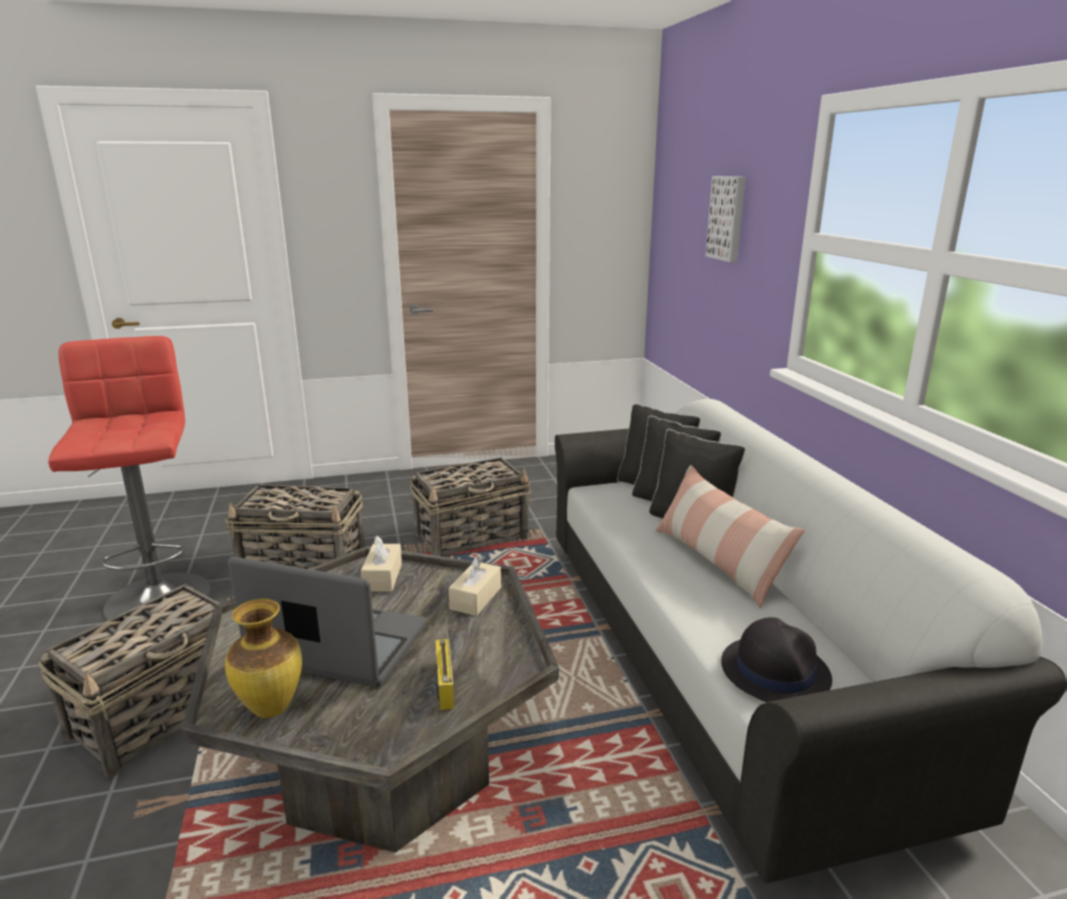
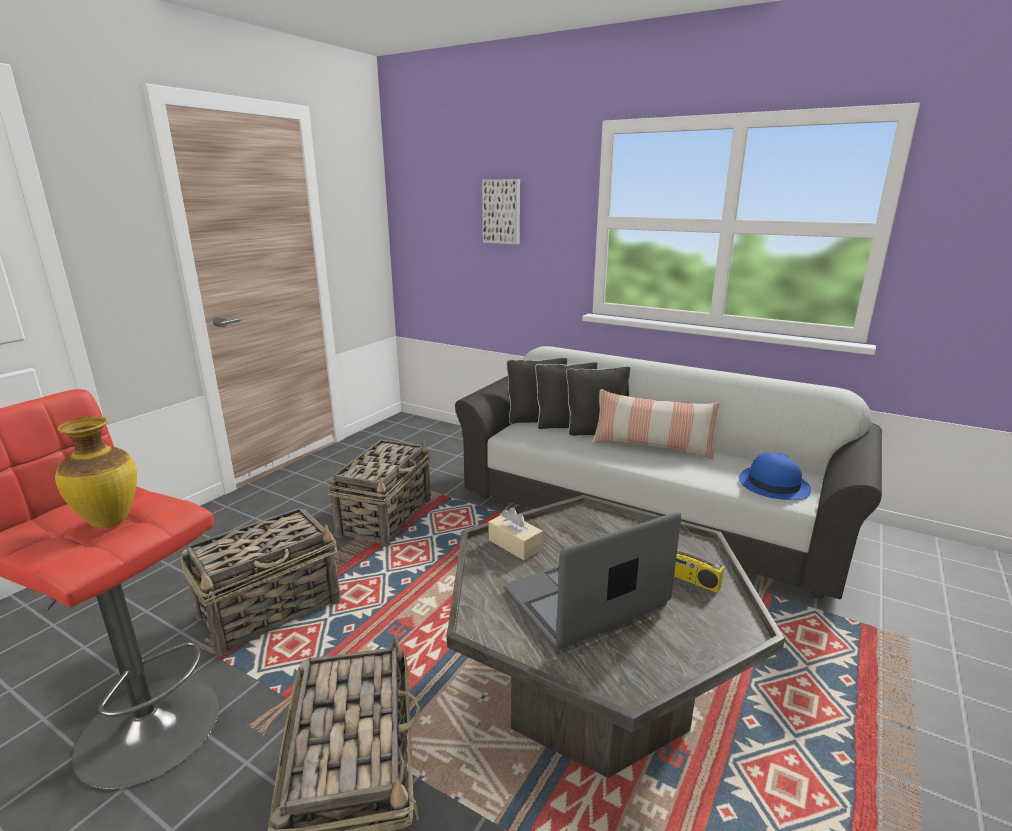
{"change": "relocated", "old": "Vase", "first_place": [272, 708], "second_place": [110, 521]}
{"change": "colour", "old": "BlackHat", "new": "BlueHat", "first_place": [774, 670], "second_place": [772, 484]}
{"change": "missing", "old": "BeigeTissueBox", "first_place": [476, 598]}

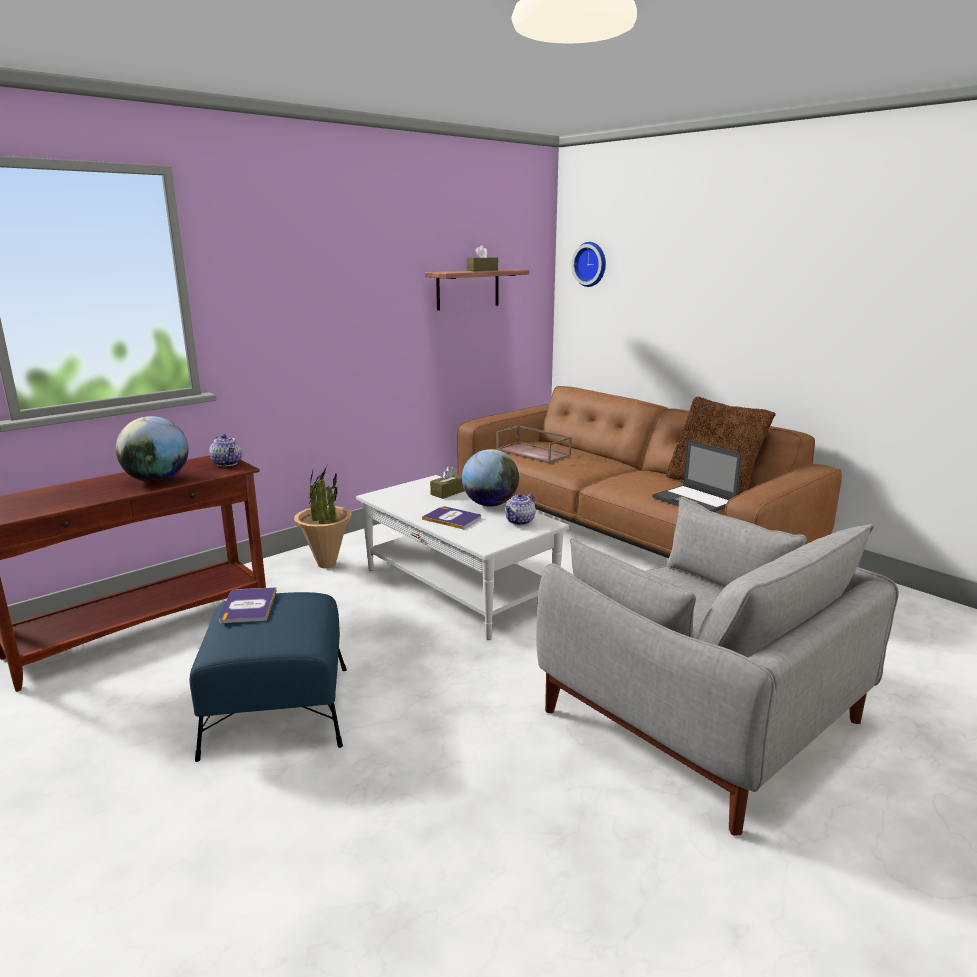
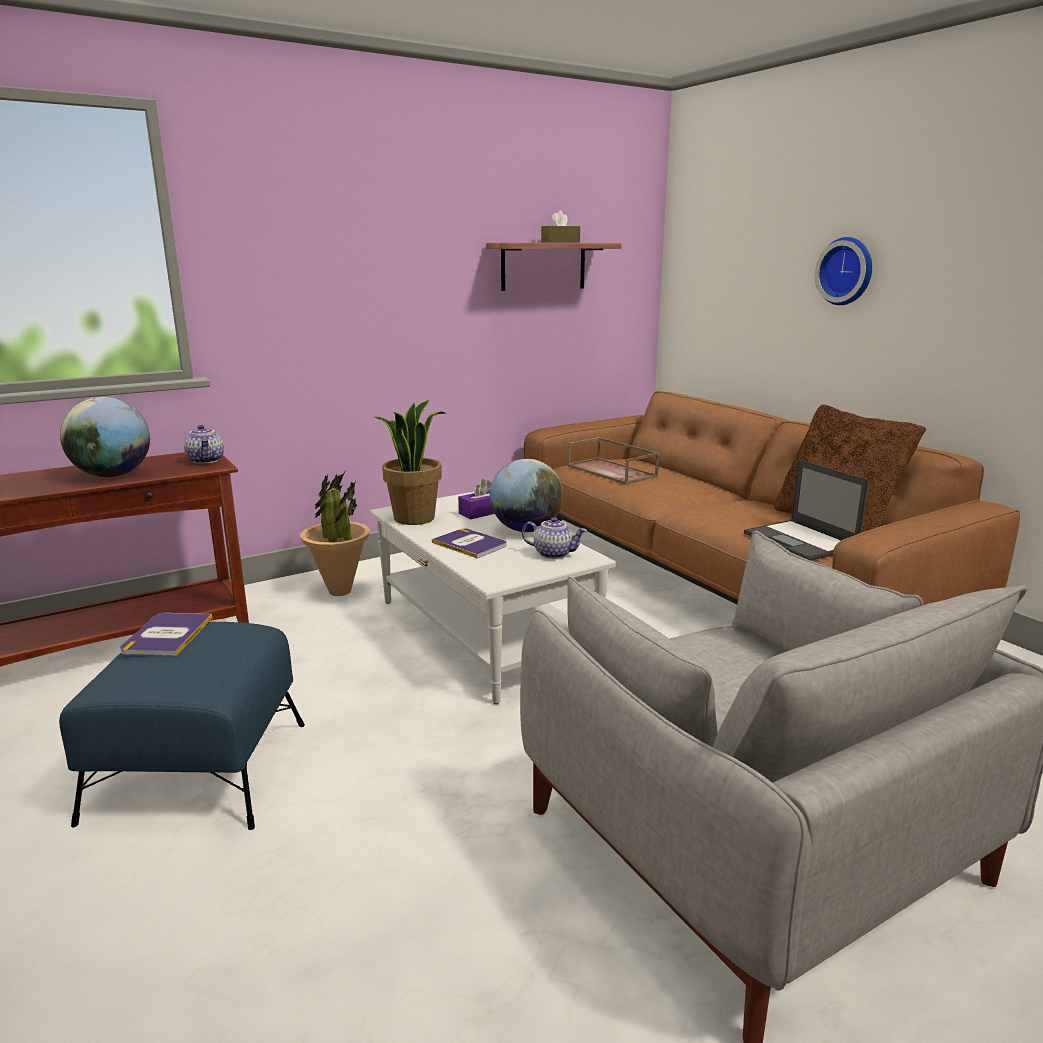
{"change": "appeared", "new": "PottedPlant", "second_place": [414, 518]}
{"change": "colour", "old": "BrownTissueBox", "new": "PurpleTissueBox", "first_place": [448, 492], "second_place": [481, 512]}
{"change": "spun", "old": "Teapot", "first_place": [520, 522], "second_place": [554, 553], "degrees": -120}
{"change": "relocated", "old": "WallClock", "first_place": [591, 264], "second_place": [846, 271]}

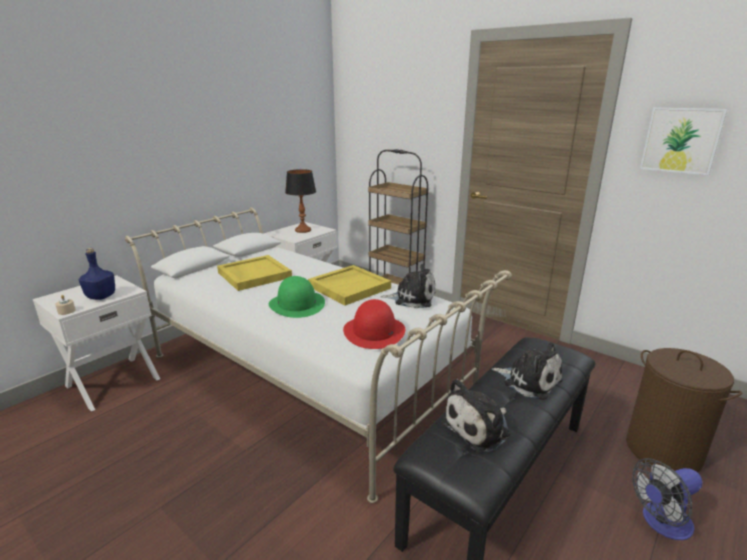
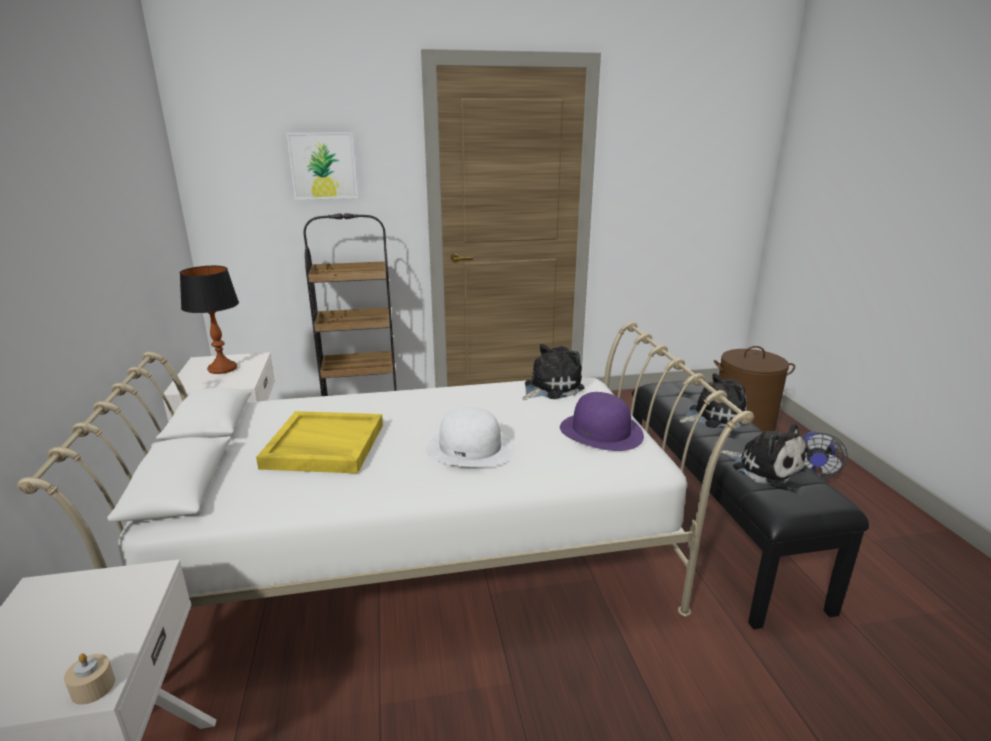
{"change": "relocated", "old": "Picture", "first_place": [681, 140], "second_place": [323, 166]}
{"change": "colour", "old": "GreenHat", "new": "WhiteHat", "first_place": [297, 304], "second_place": [470, 448]}
{"change": "colour", "old": "RedHat", "new": "PurpleHat", "first_place": [374, 331], "second_place": [601, 431]}
{"change": "spun", "old": "PlushToy", "first_place": [479, 428], "second_place": [764, 467], "degrees": -45}
{"change": "missing", "old": "BlueBottle", "first_place": [101, 297]}
{"change": "missing", "old": "YellowTray", "first_place": [349, 287]}

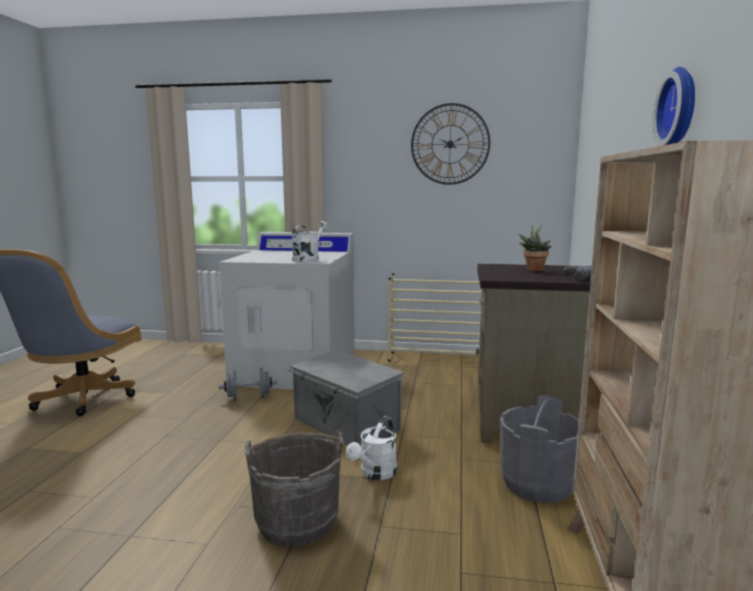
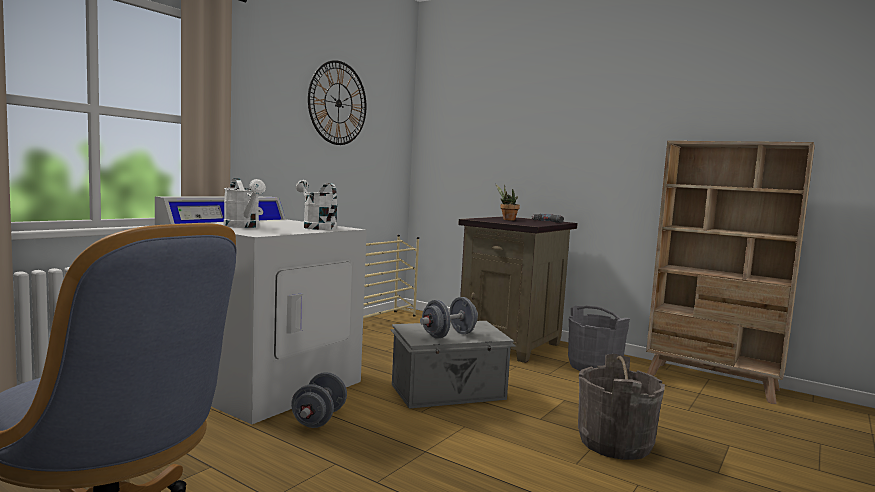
{"change": "relocated", "old": "WhiteWateringCan", "first_place": [375, 474], "second_place": [244, 226]}
{"change": "appeared", "new": "GreyDumbbell", "second_place": [448, 335]}
{"change": "missing", "old": "WallClock", "first_place": [681, 108]}

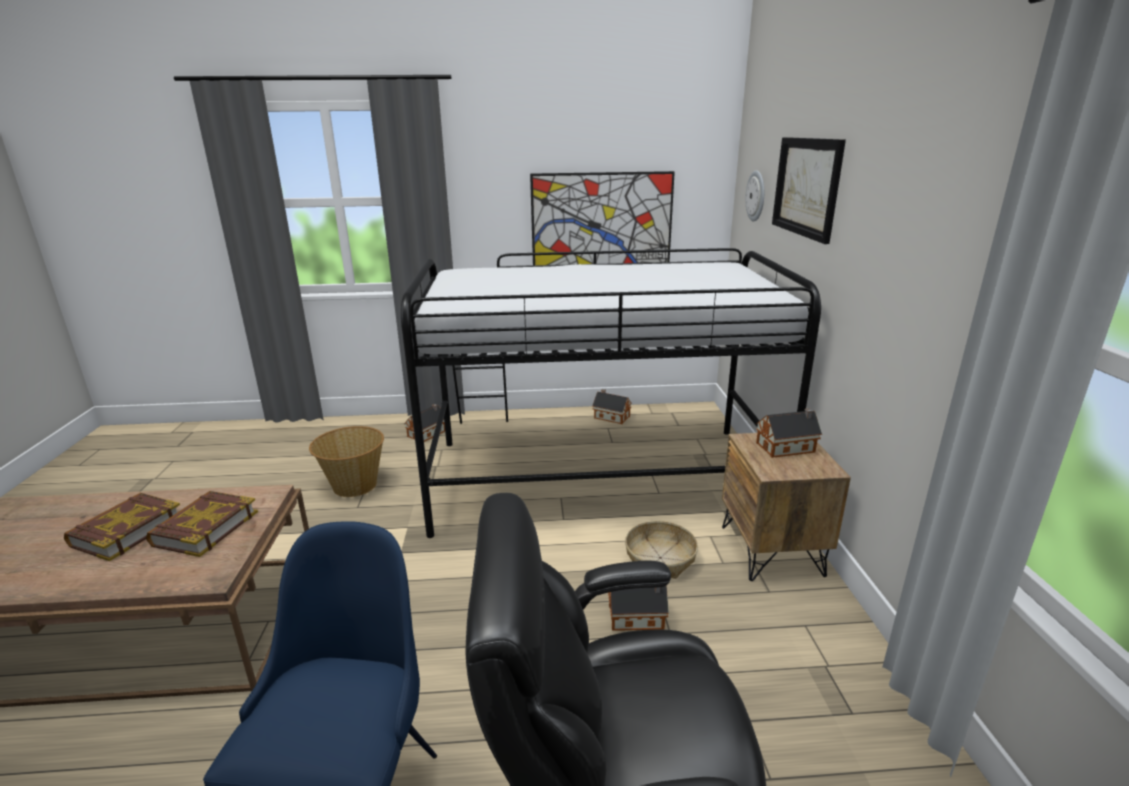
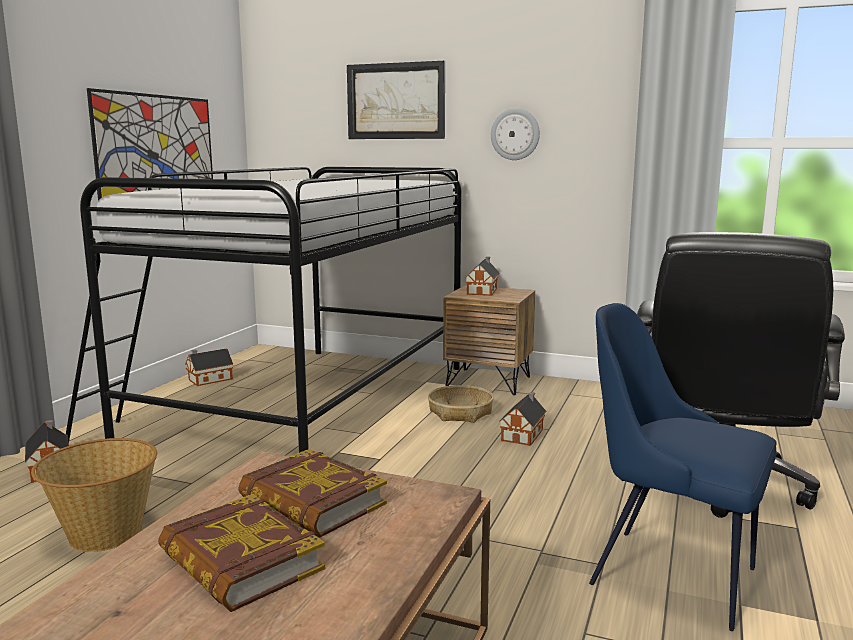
{"change": "relocated", "old": "WallClock", "first_place": [756, 196], "second_place": [515, 134]}

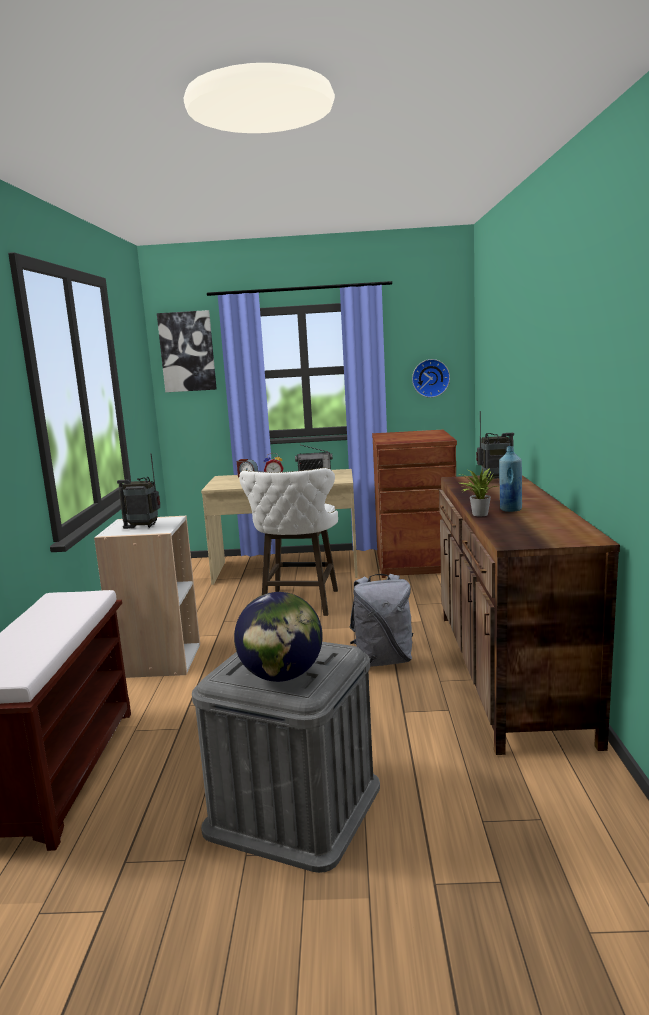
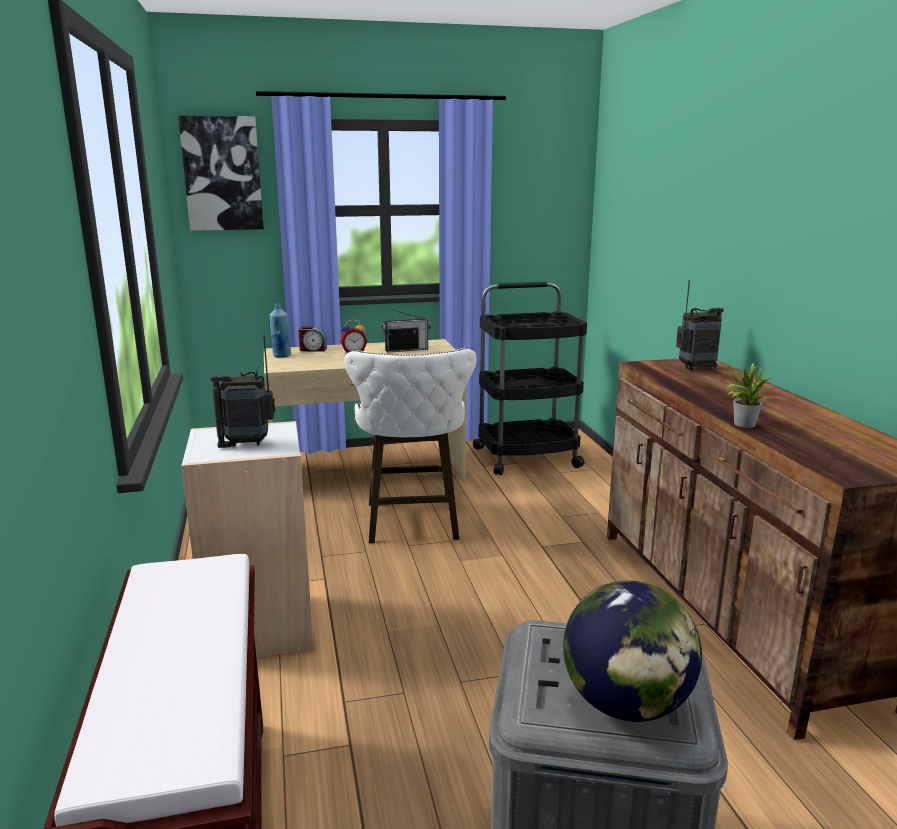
{"change": "relocated", "old": "BlueBottle", "first_place": [510, 509], "second_place": [281, 355]}
{"change": "exchanged", "old": "BrownDresser", "new": "BlackCart", "first_place": [416, 563], "second_place": [527, 458]}
{"change": "missing", "old": "GreyBackpack", "first_place": [383, 660]}
{"change": "missing", "old": "WallClock", "first_place": [430, 378]}

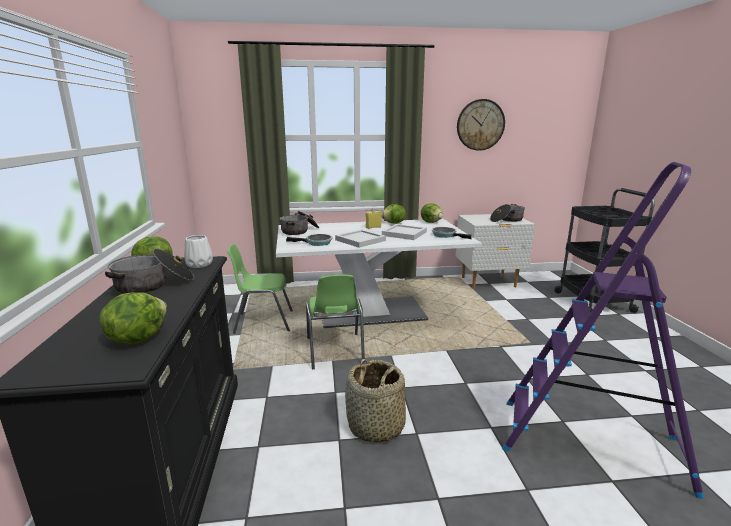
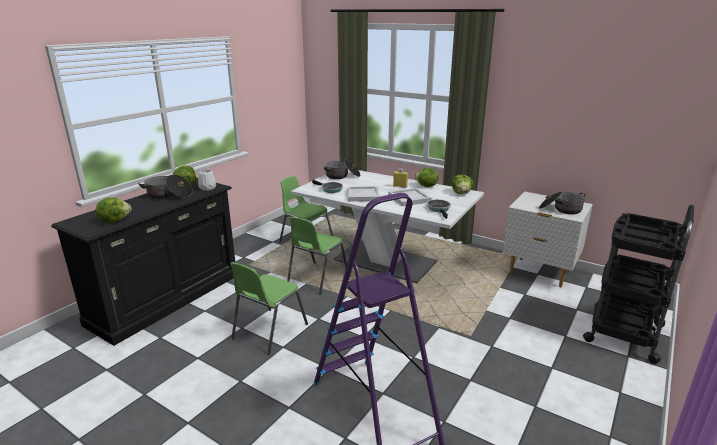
{"change": "exchanged", "old": "Basket", "new": "GreenChair", "first_place": [376, 426], "second_place": [268, 331]}
{"change": "missing", "old": "WallClock", "first_place": [480, 125]}

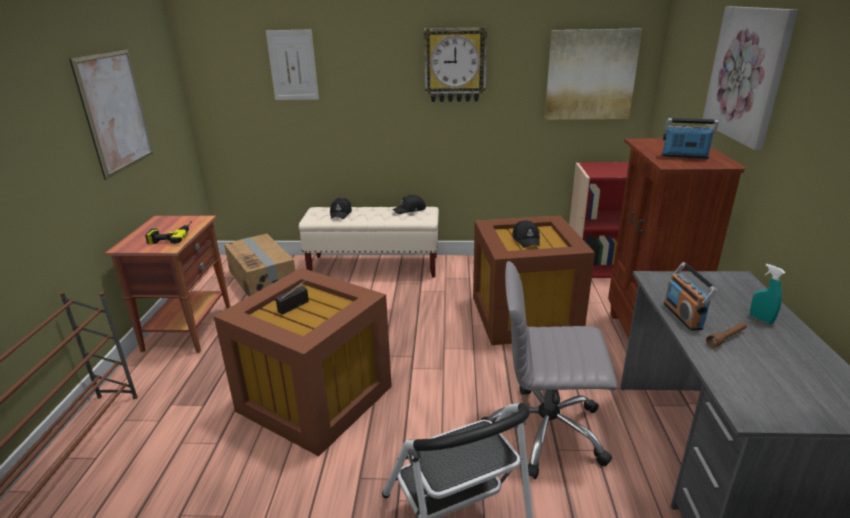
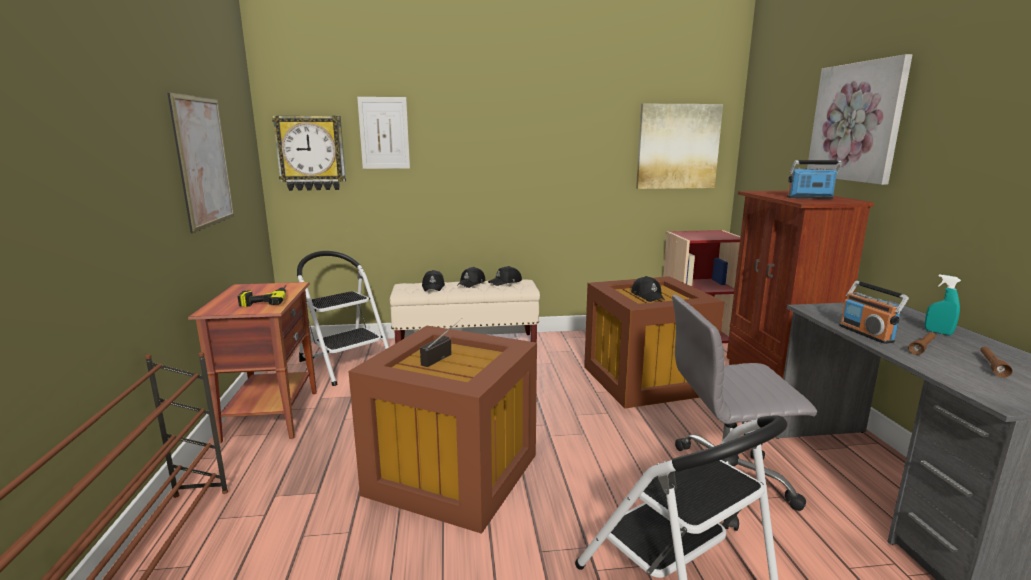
{"change": "relocated", "old": "WallClock", "first_place": [455, 65], "second_place": [311, 153]}
{"change": "exchanged", "old": "CardboardBox", "new": "StepLadder", "first_place": [263, 279], "second_place": [345, 363]}
{"change": "appeared", "new": "BlackCap", "second_place": [471, 283]}
{"change": "appeared", "new": "BrownFlashlight", "second_place": [991, 366]}

